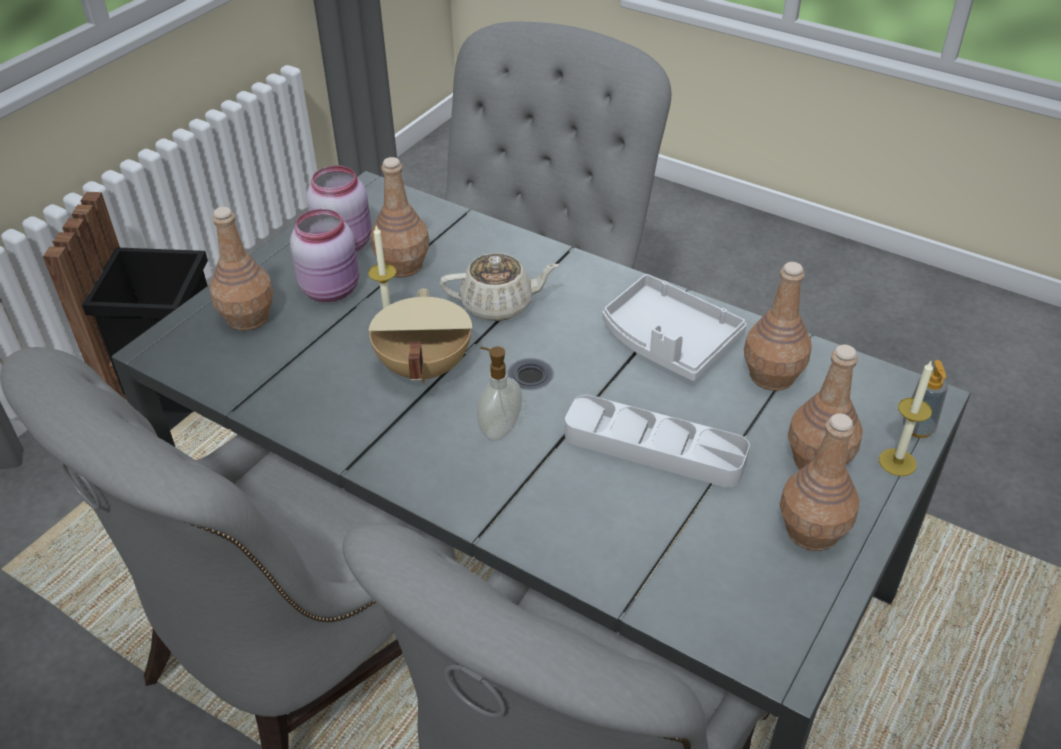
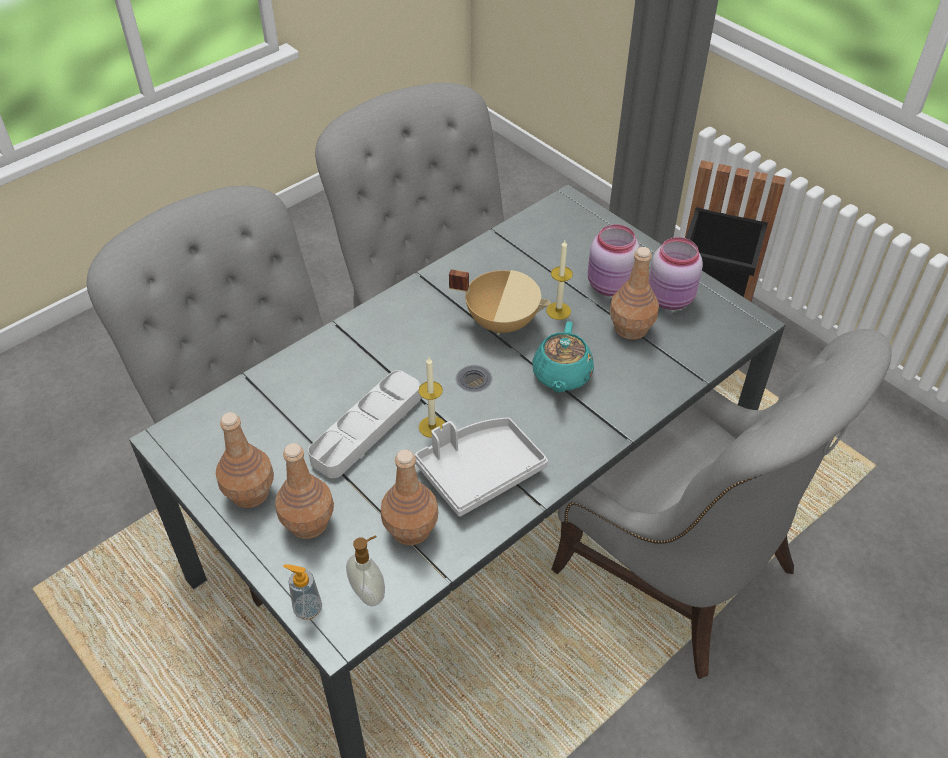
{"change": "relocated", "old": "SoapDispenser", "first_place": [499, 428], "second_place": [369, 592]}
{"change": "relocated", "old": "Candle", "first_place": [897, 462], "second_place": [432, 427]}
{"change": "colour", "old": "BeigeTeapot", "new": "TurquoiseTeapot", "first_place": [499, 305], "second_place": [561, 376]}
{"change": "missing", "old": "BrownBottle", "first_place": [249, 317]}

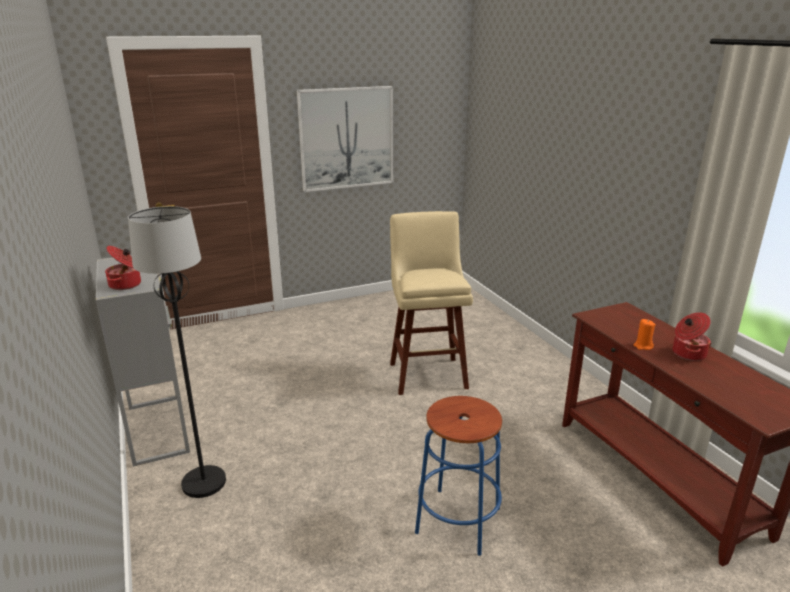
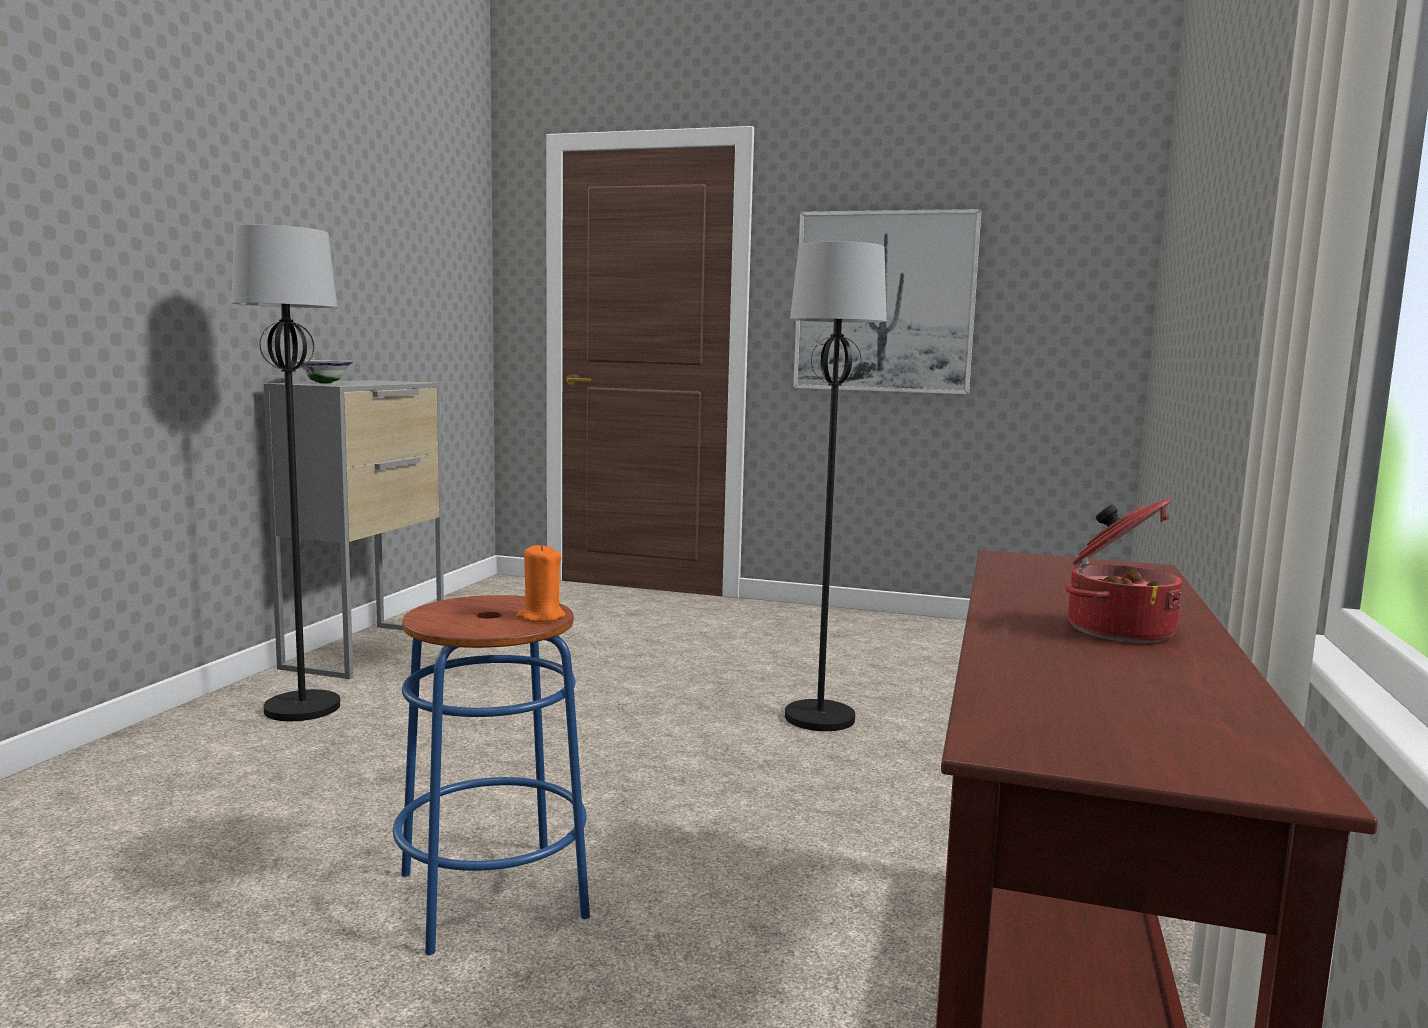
{"change": "exchanged", "old": "CookingPot", "new": "WhiteBowl", "first_place": [126, 285], "second_place": [325, 383]}
{"change": "relocated", "old": "OrangeCandle", "first_place": [643, 346], "second_place": [541, 617]}
{"change": "exchanged", "old": "BeigeStool", "new": "BlackFloorLamp", "first_place": [428, 374], "second_place": [820, 718]}

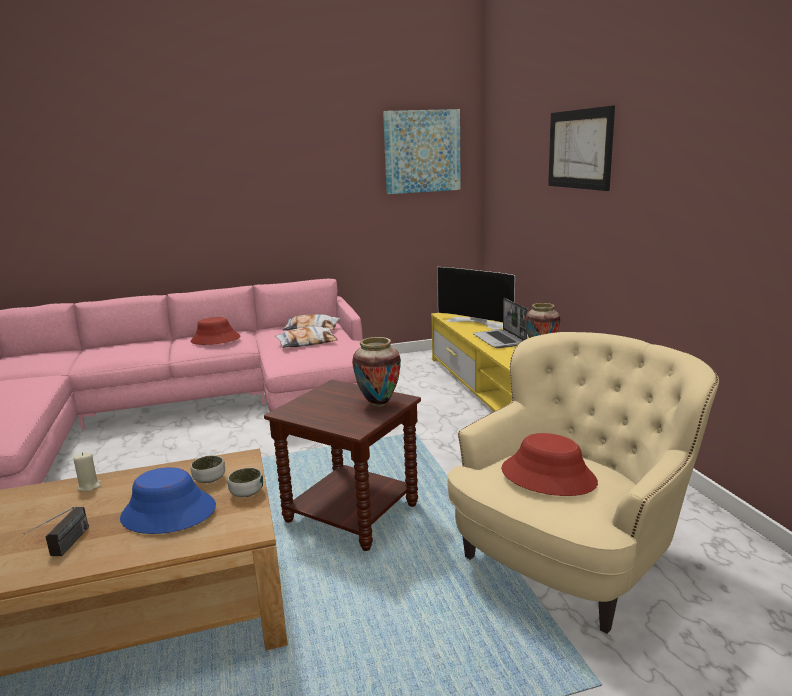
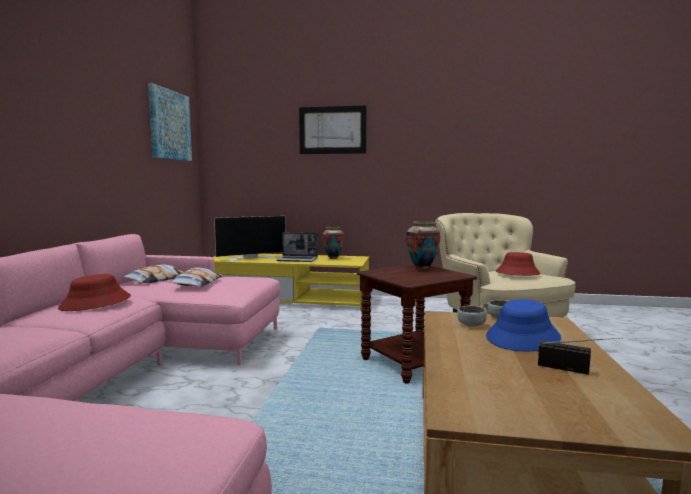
{"change": "missing", "old": "BeigeCandle", "first_place": [89, 486]}

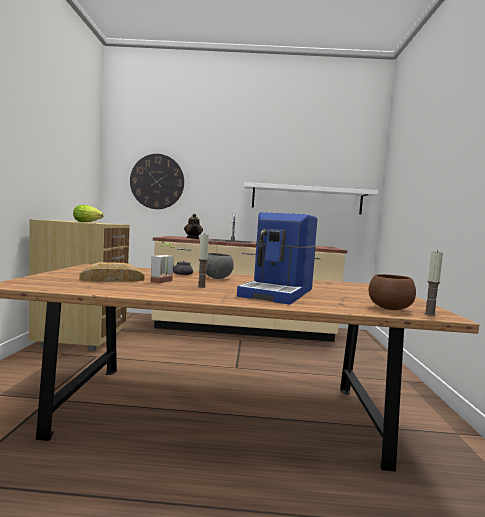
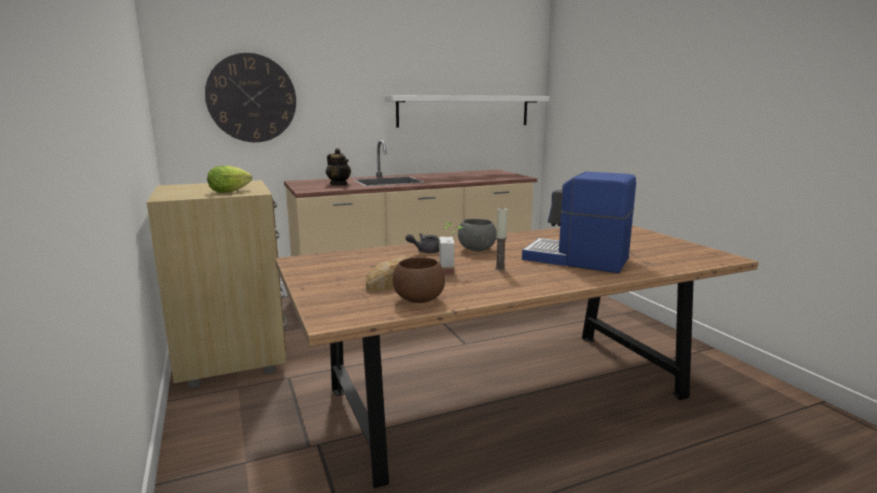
{"change": "relocated", "old": "BrownBowl", "first_place": [390, 309], "second_place": [419, 300]}
{"change": "spun", "old": "CoffeeMachine", "first_place": [279, 293], "second_place": [576, 259], "degrees": 120}
{"change": "missing", "old": "Candle", "first_place": [430, 314]}

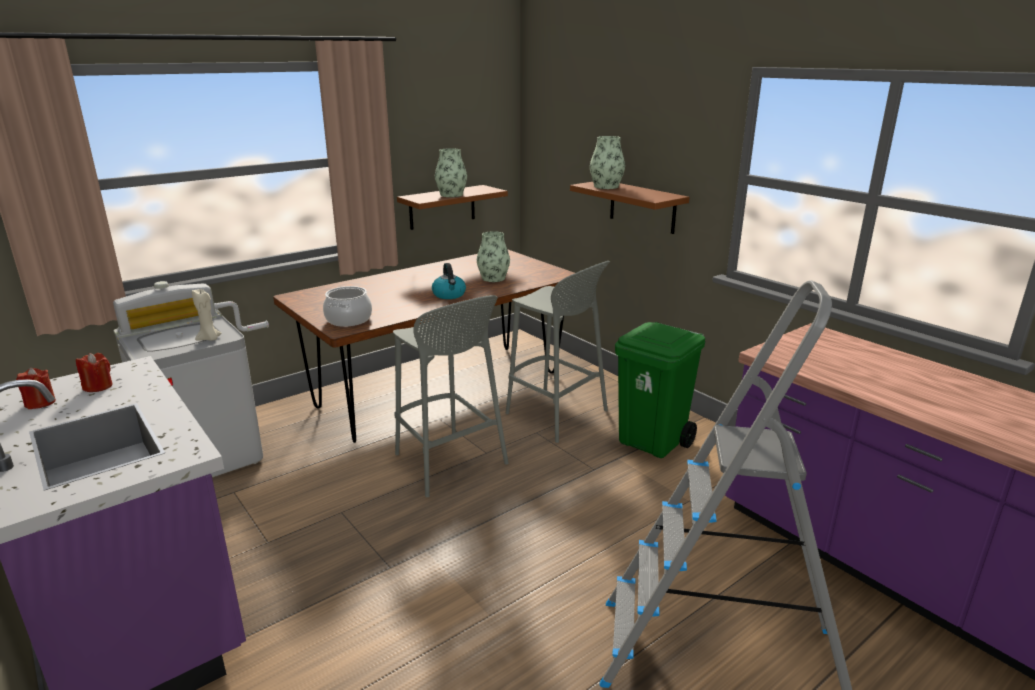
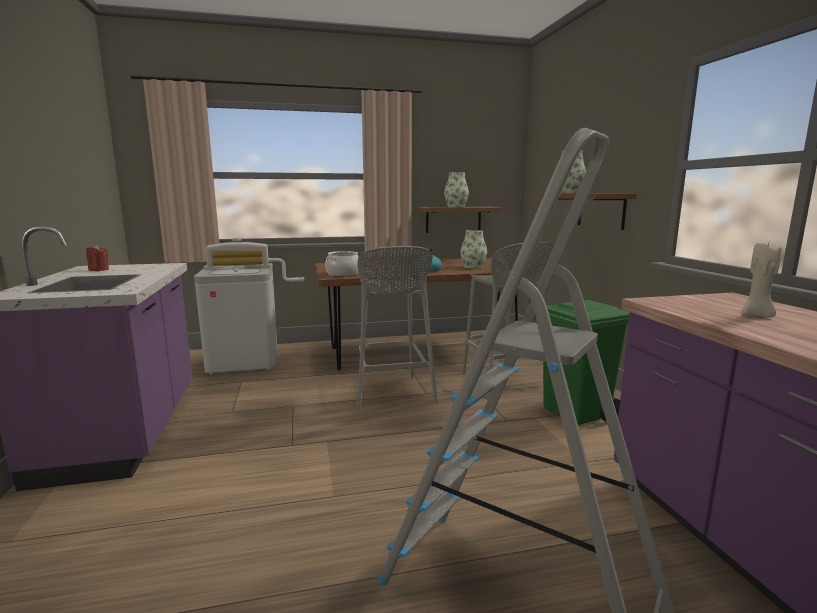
{"change": "relocated", "old": "BeigeCandle", "first_place": [209, 339], "second_place": [757, 316]}
{"change": "missing", "old": "RedCandle", "first_place": [98, 386]}

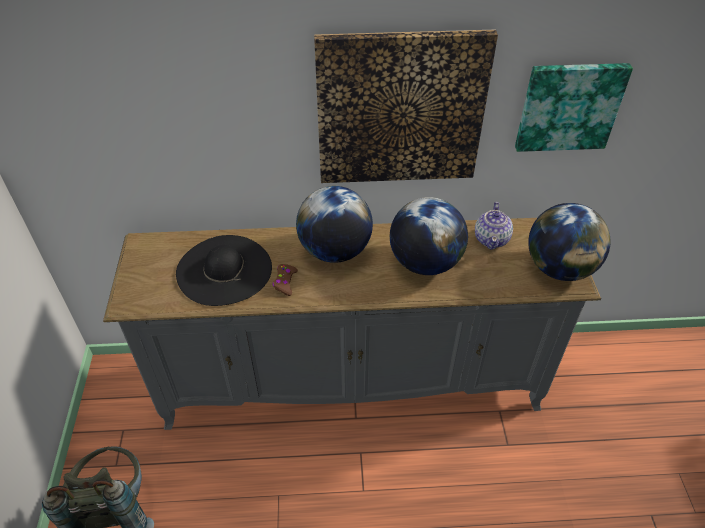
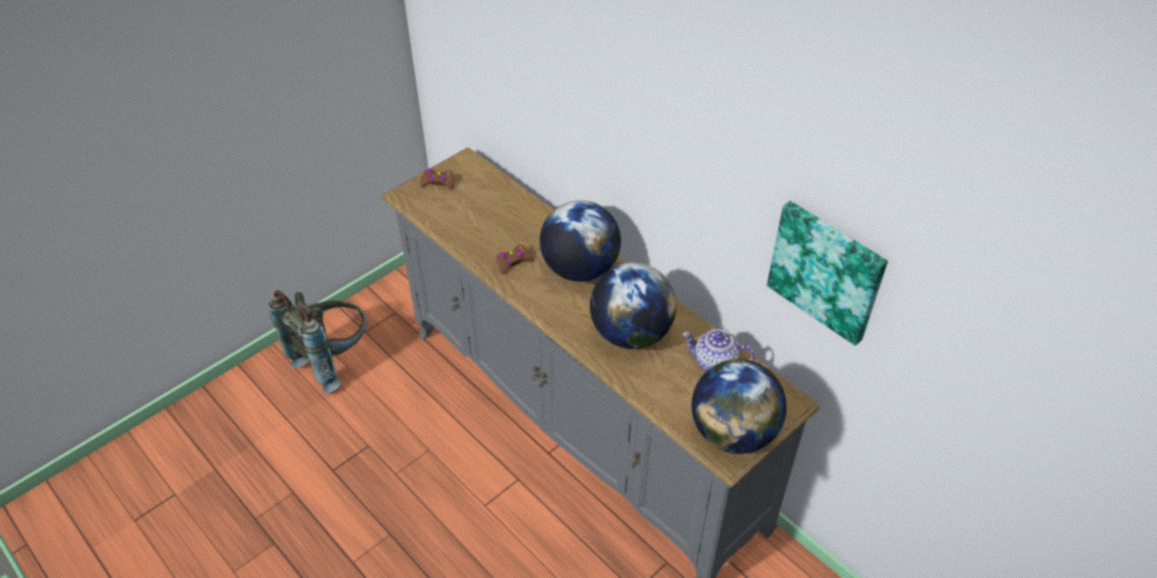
{"change": "appeared", "new": "BrownGameController", "second_place": [438, 182]}
{"change": "spun", "old": "Teapot", "first_place": [492, 239], "second_place": [715, 363], "degrees": 45}
{"change": "missing", "old": "BlackHat", "first_place": [224, 270]}
{"change": "missing", "old": "Picture", "first_place": [400, 109]}

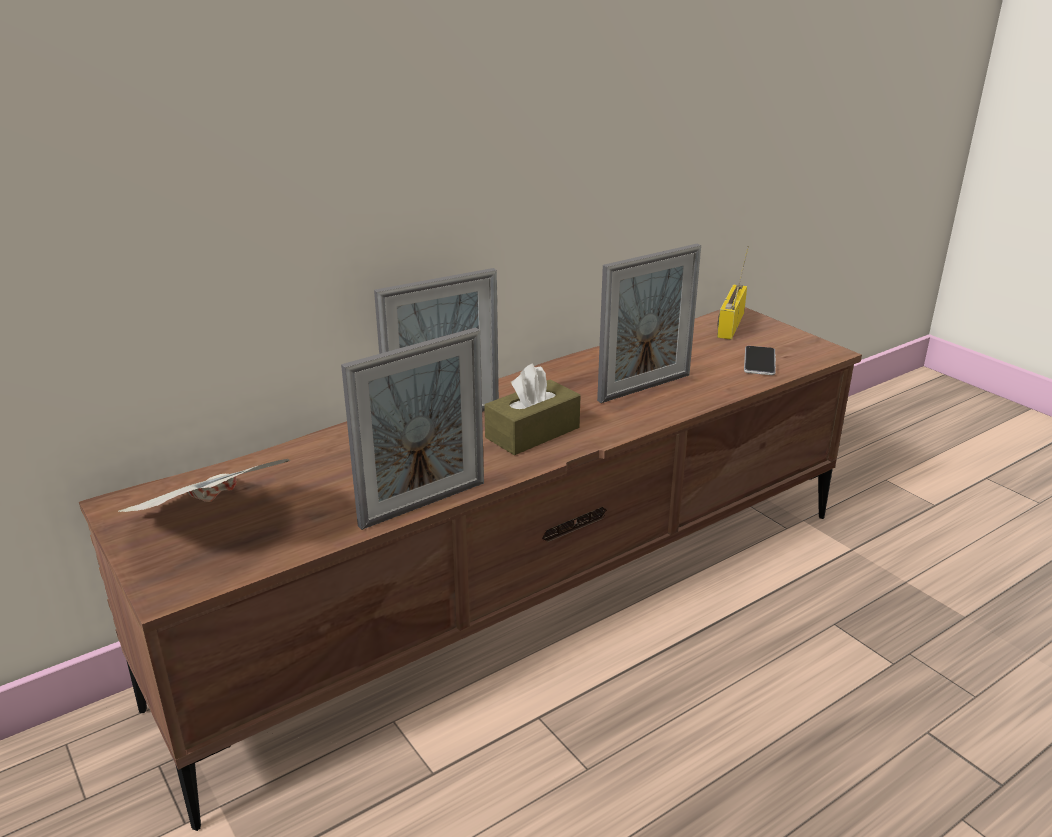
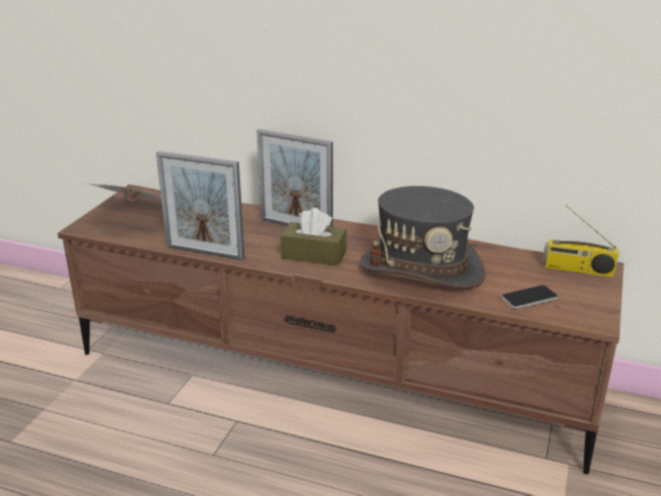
{"change": "exchanged", "old": "PictureFrame", "new": "GreyHat", "first_place": [644, 387], "second_place": [421, 269]}
{"change": "spun", "old": "Radio", "first_place": [730, 324], "second_place": [577, 270], "degrees": -150}

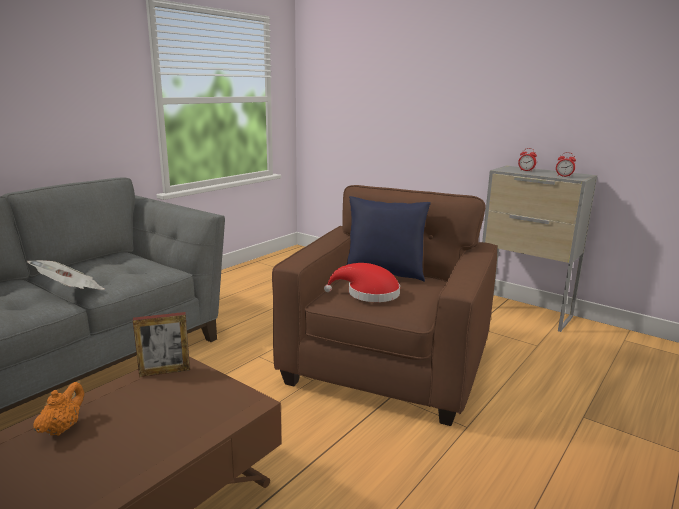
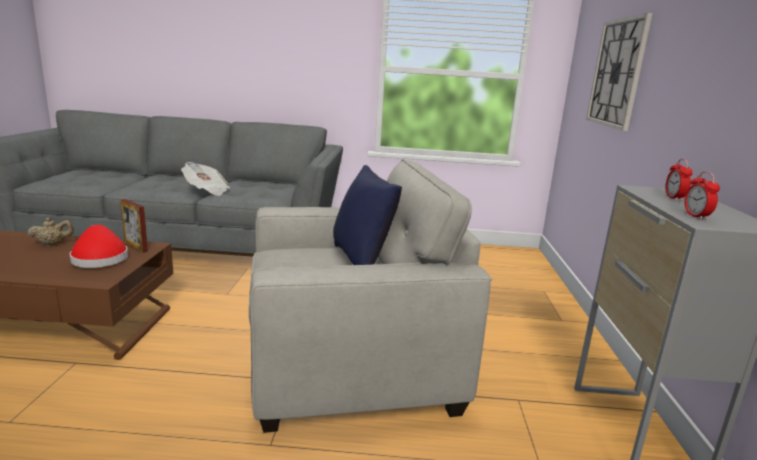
{"change": "colour", "old": "OrangeTeapot", "new": "BeigeTeapot", "first_place": [62, 428], "second_place": [53, 244]}
{"change": "relocated", "old": "RedHat", "first_place": [368, 294], "second_place": [99, 258]}
{"change": "colour", "old": "BrownArmchair", "new": "GreyArmchair", "first_place": [387, 365], "second_place": [349, 363]}
{"change": "appeared", "new": "WallClock", "second_place": [617, 73]}

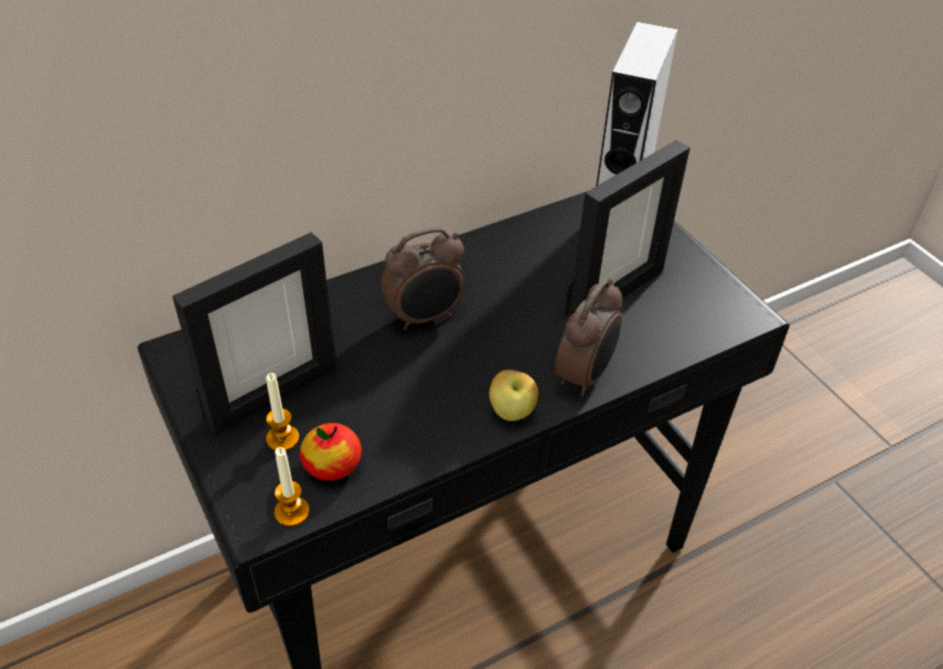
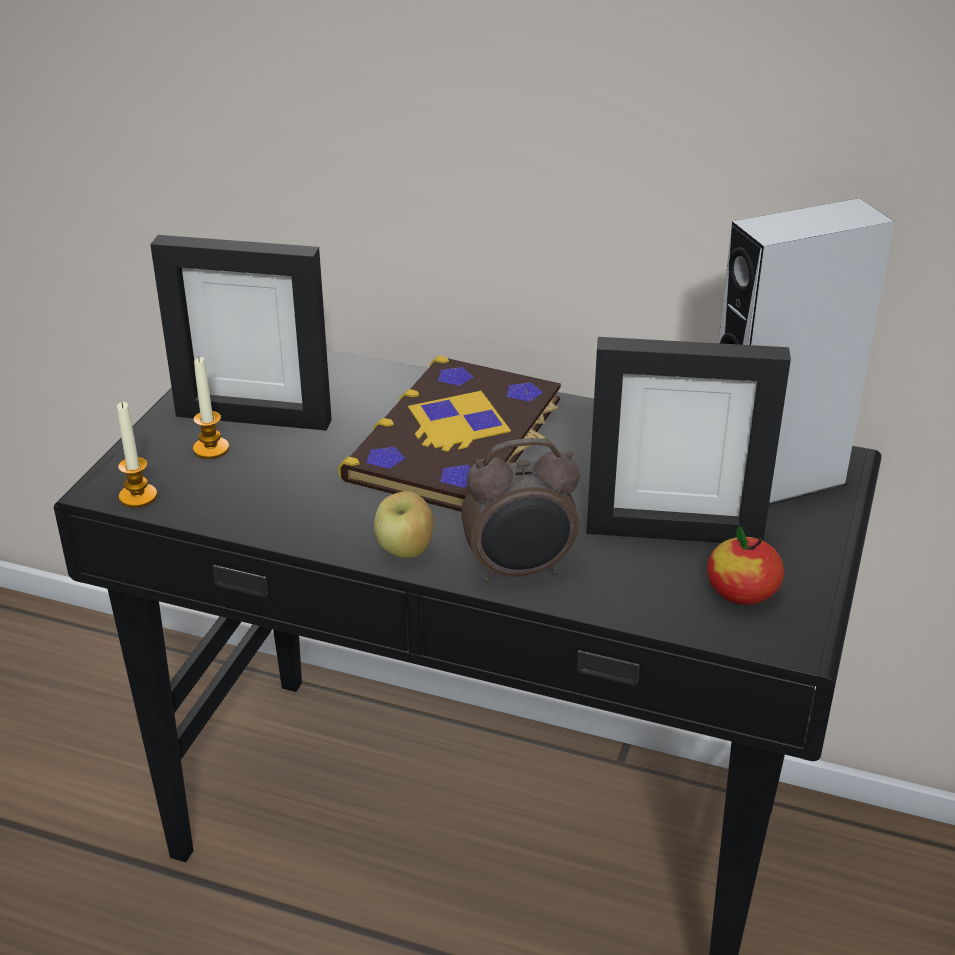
{"change": "exchanged", "old": "AlarmClock", "new": "Book", "first_place": [425, 317], "second_place": [458, 440]}
{"change": "relocated", "old": "Apple", "first_place": [332, 465], "second_place": [742, 592]}

